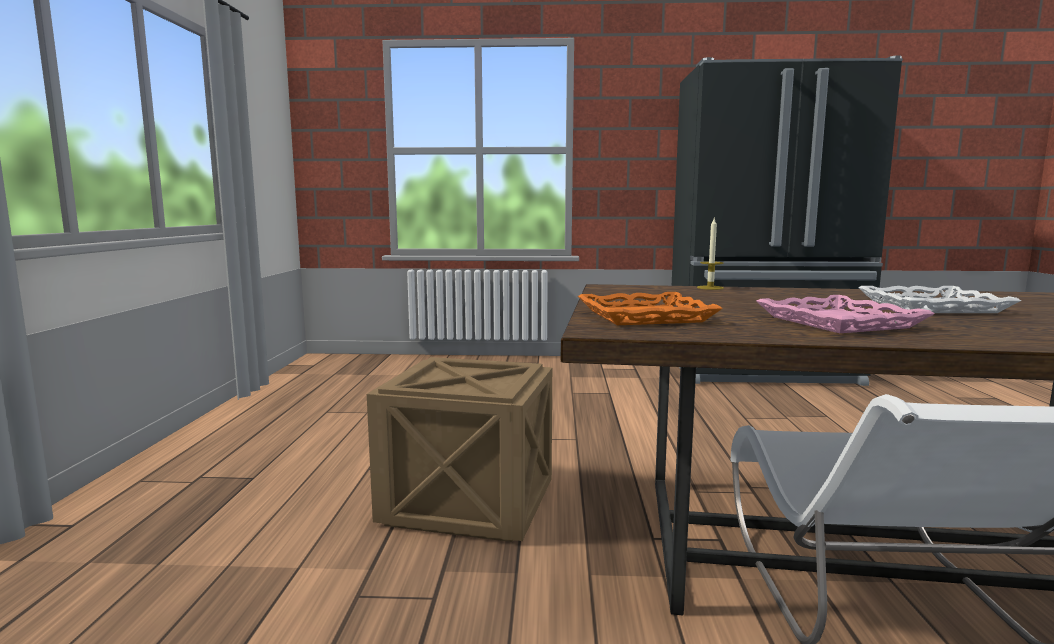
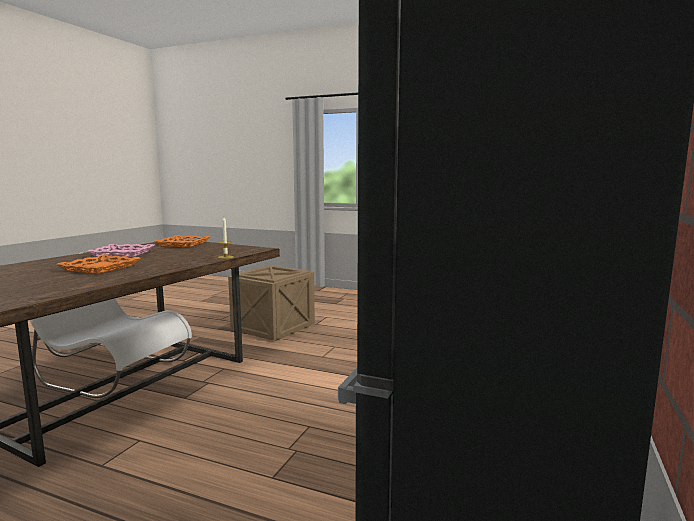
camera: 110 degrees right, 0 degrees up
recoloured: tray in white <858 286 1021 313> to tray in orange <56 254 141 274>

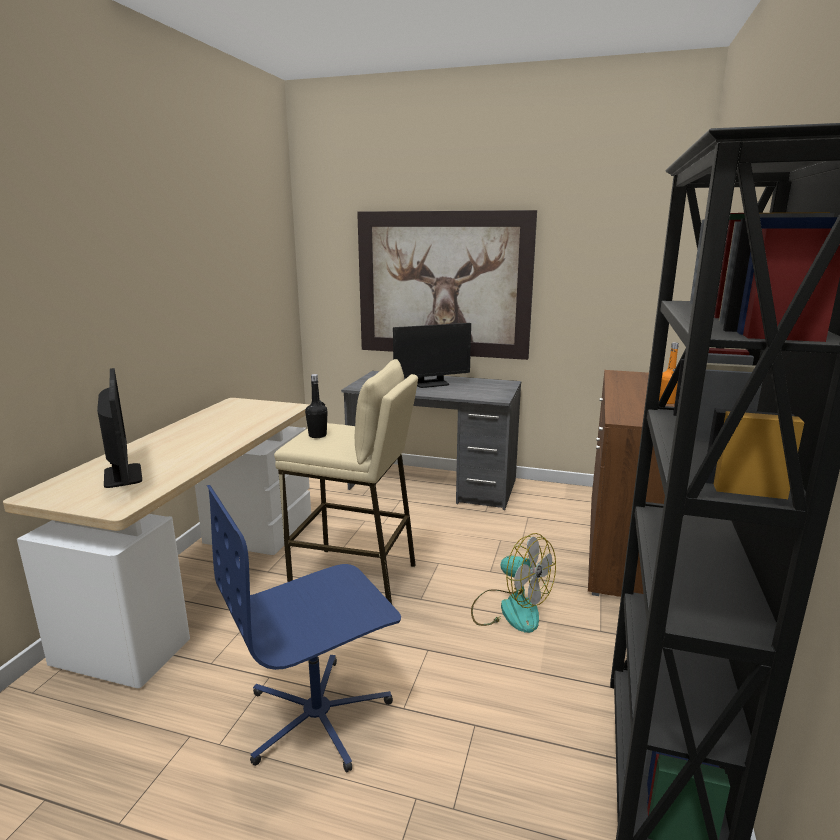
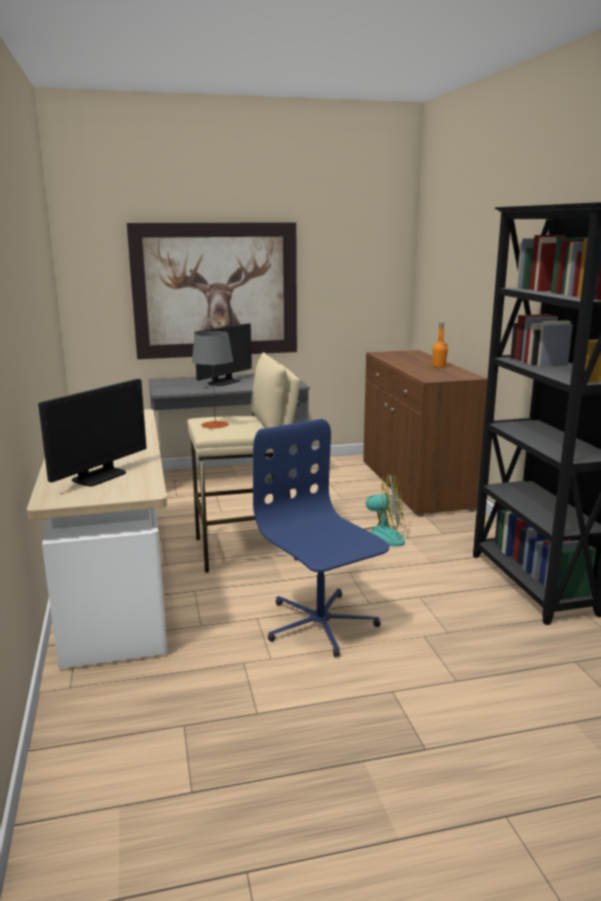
camera: 30 degrees left, 0 degrees up
replaced: bottle in black <305 374 328 438> to table lamp in grey <192 331 233 429>
turned: monitor <97 368 142 488> = <38 379 147 487> 90 degrees clockwise; office chair in blue <207 485 401 772> = <253 419 389 657> 120 degrees clockwise

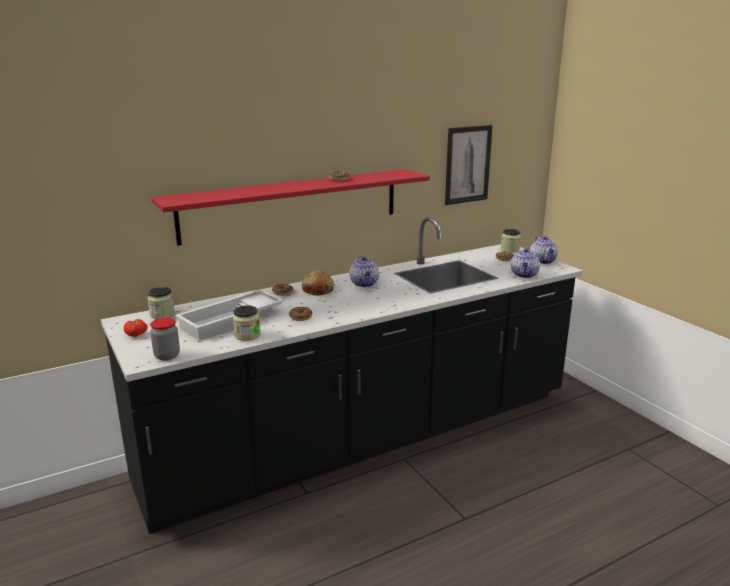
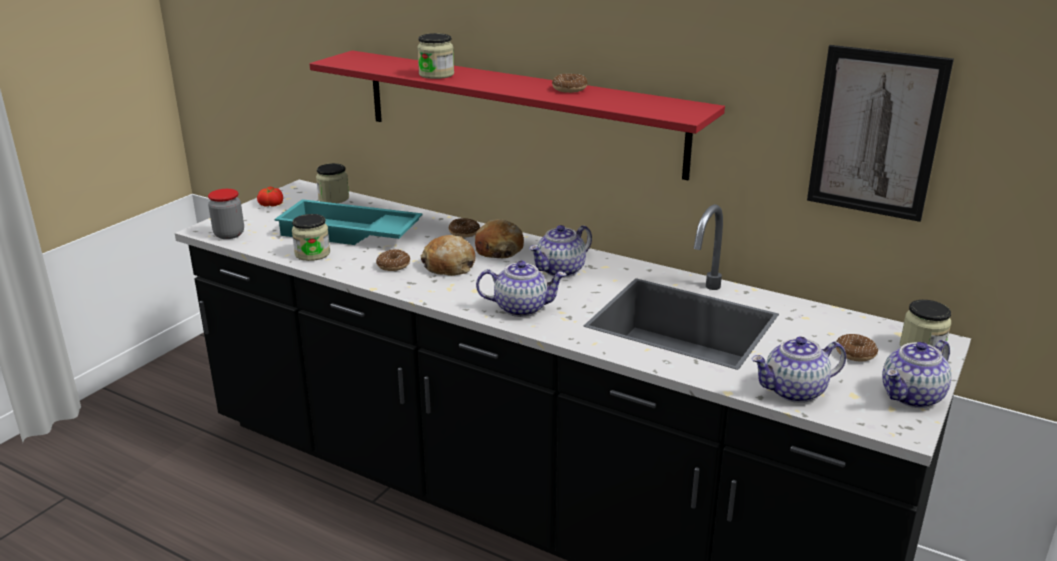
camera: 60 degrees right, 5 degrees up
added: jar <417 33 454 79>; bread <421 235 475 276>; teapot <476 260 567 317>
recoloured: tray in white <175 290 284 340> to tray in turquoise <274 199 423 245>

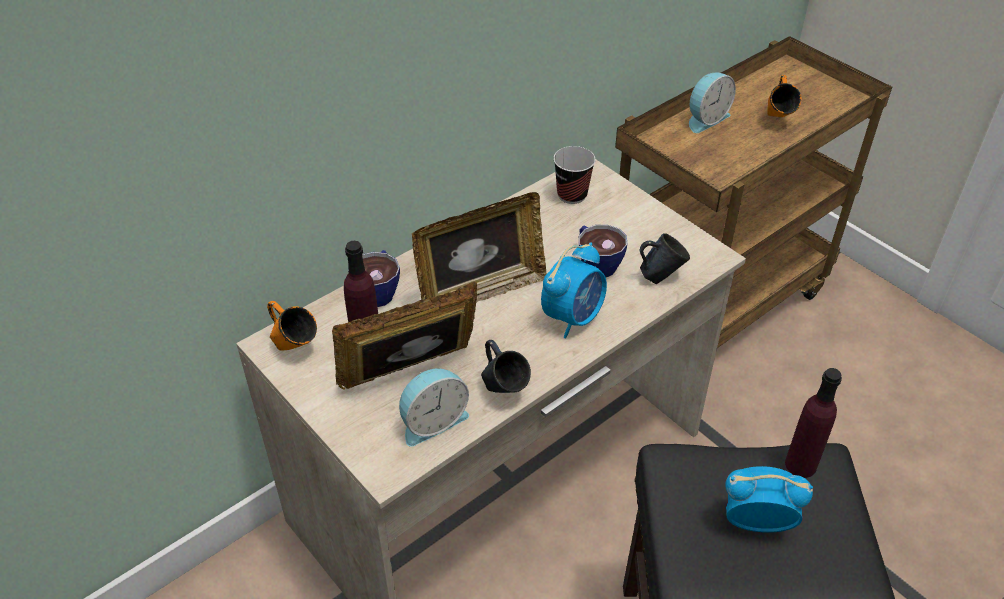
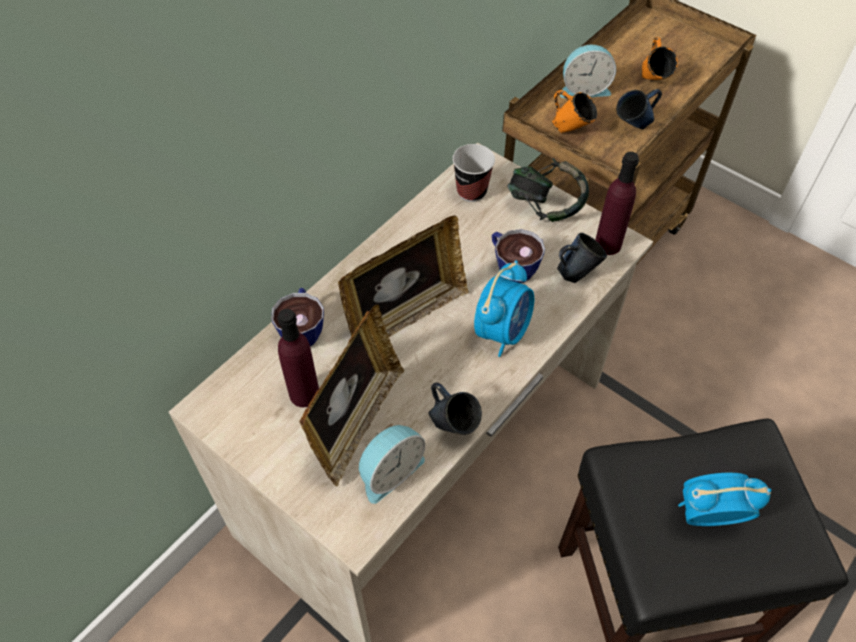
camera: 10 degrees left, 10 degrees up
added: headphones <508 158 589 222>; mug in blue <616 89 662 129>
moved: mug in orange <267 301 317 351> to <552 90 597 133>; bottle in purple <785 368 842 478> to <595 152 639 255>
turned: picture frame <332 281 477 390> = <299 305 404 486> 150 degrees clockwise; alarm clock <689 72 736 133> = <560 45 616 98> 45 degrees clockwise

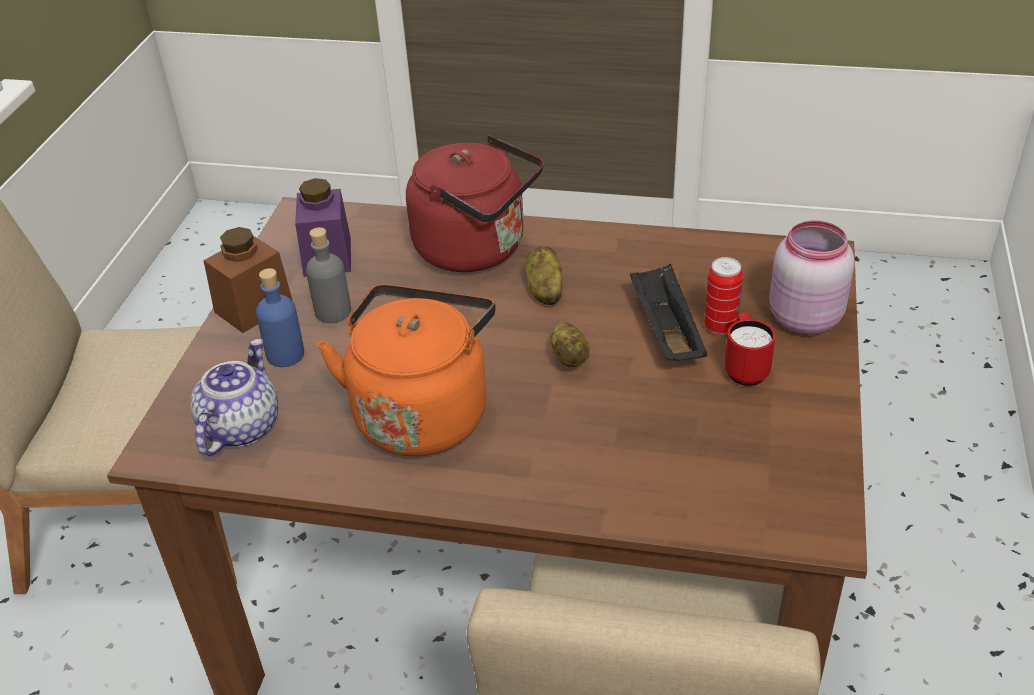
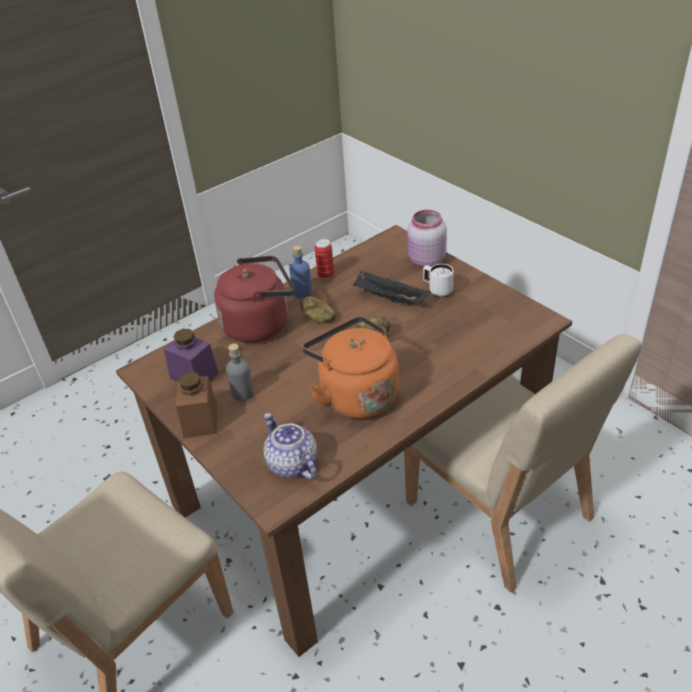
camera: 50 degrees left, 0 degrees up
moved: bottle in blue <256 268 304 367> to <289 246 312 299>; can <704 257 743 335> to <315 239 334 279>
recoloured: mug in red <724 312 776 386> to mug in white <423 264 454 298>

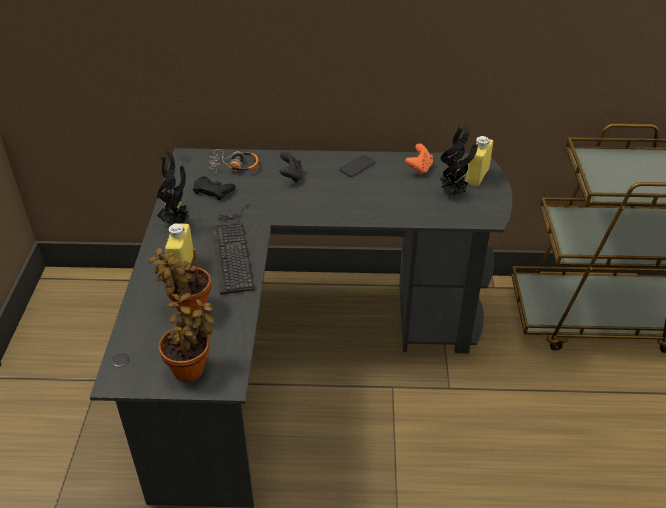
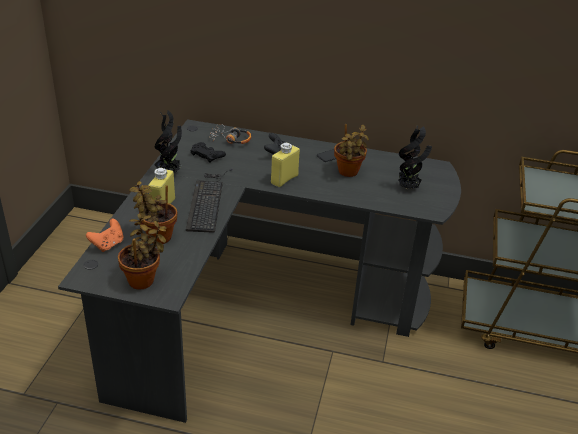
camera: 10 degrees right, 5 degrees down
added: potted plant <334 124 369 177>
moved: game controller in orange <405 144 433 175> to <86 219 124 252>; bottle in yellow <466 136 493 187> to <271 143 300 187>

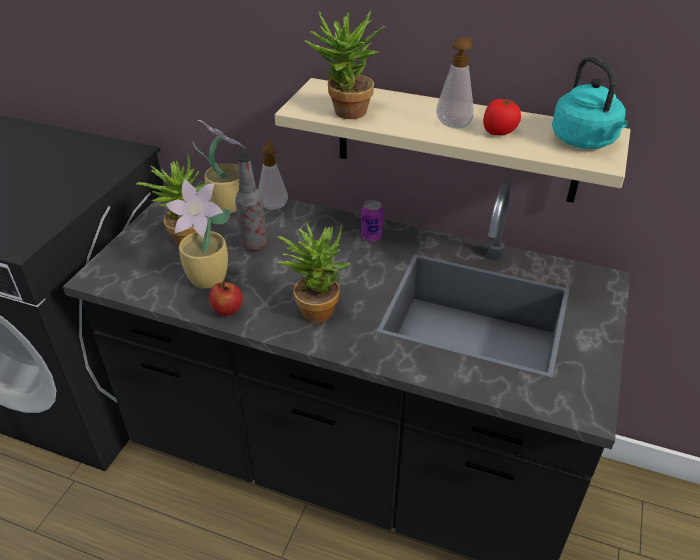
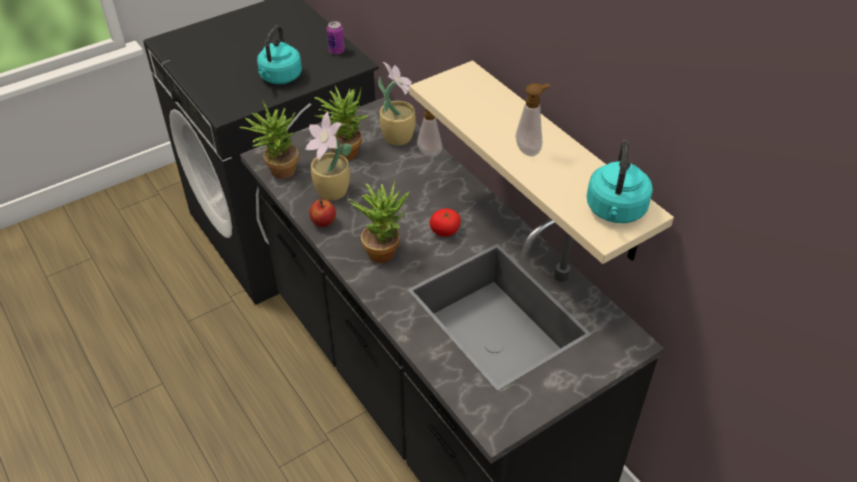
camera: 35 degrees right, 5 degrees up
removed: bottle <235 153 267 251>
added: kettle in turquoise <257 25 302 84>
moved: potted plant <305 11 385 119> to <239 101 299 179>; can <362 200 383 242> to <327 21 345 55>; tomato <483 99 521 136> to <430 209 461 237>

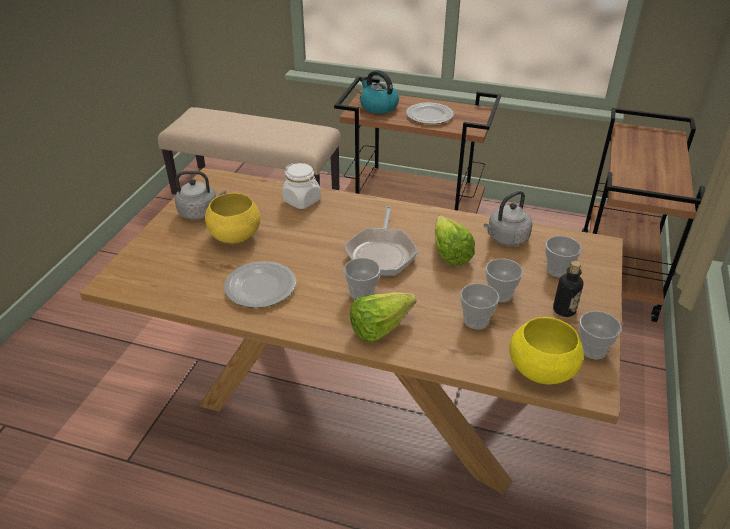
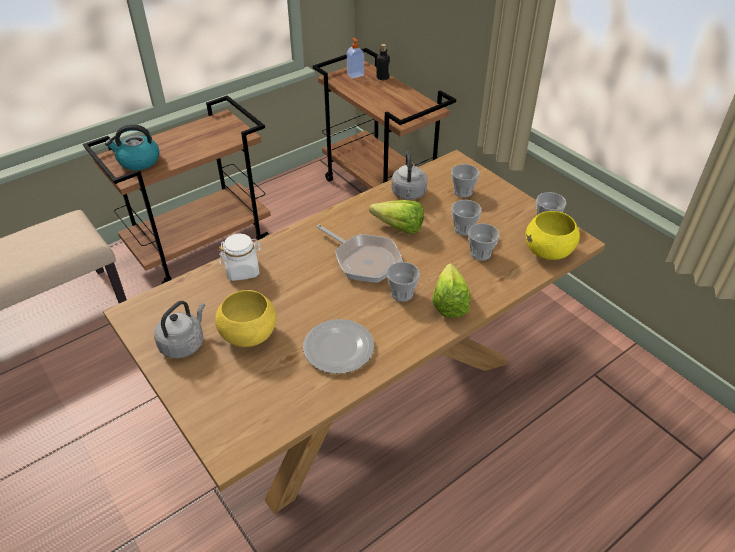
camera: 55 degrees left, 5 degrees up
removed: plate <406 103 454 124>
added: soap dispenser <347 38 364 79>
moved: bottle <553 261 583 317> to <376 44 390 80>

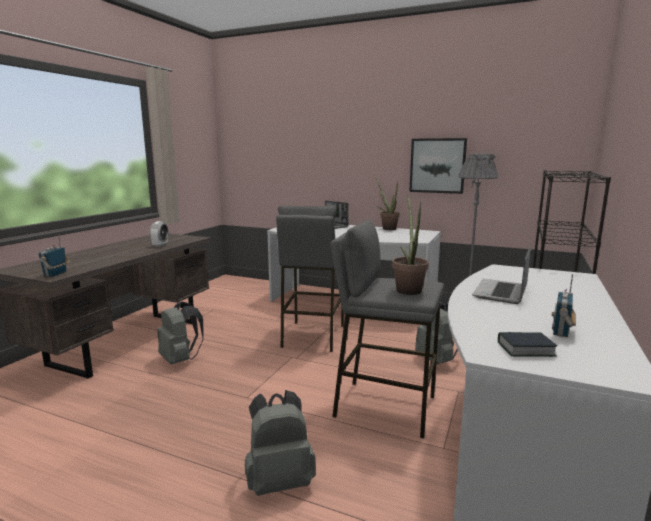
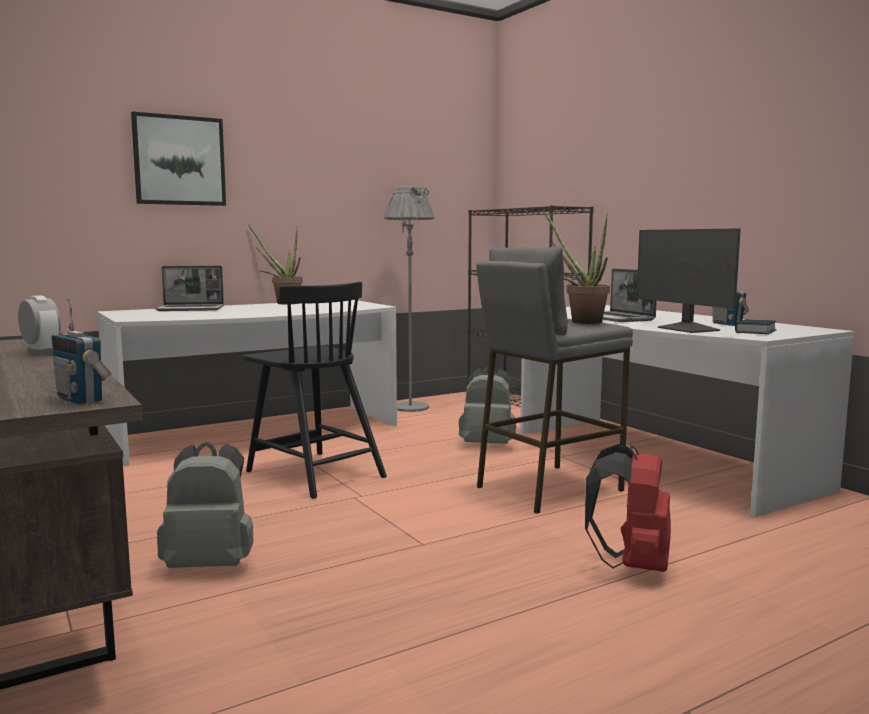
camera: 55 degrees left, 5 degrees down
added: monitor <637 228 741 333>
moved: picture <409 138 467 194> to <131 111 226 206>
replaced: stool in grey <276 205 344 352> to chair in black <244 282 387 498>
recoloured: backpack in grey <245 390 316 496> to backpack in red <585 444 671 572>

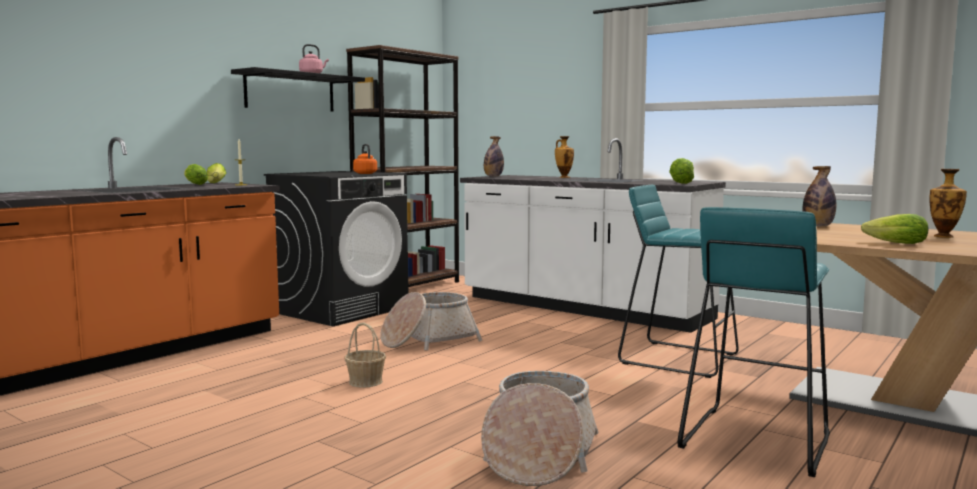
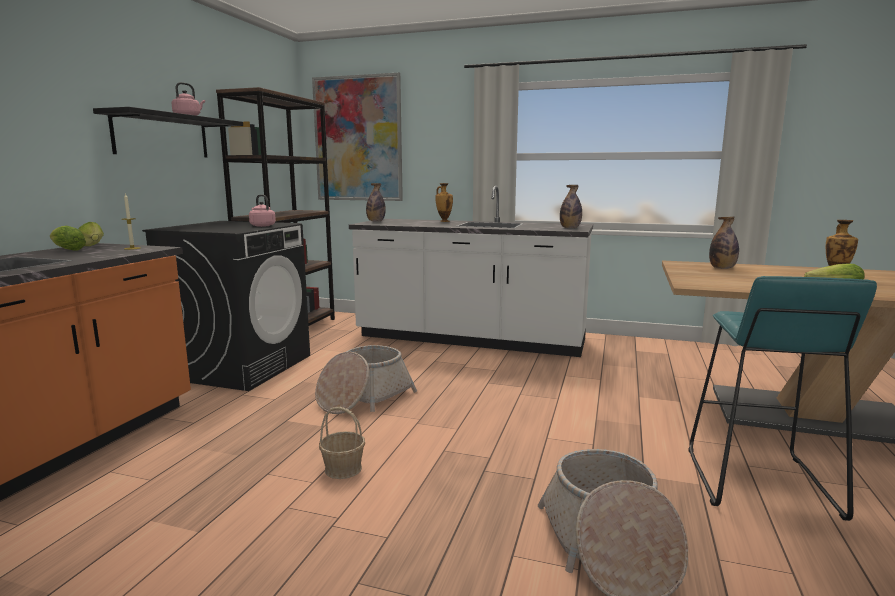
camera: 20 degrees left, 5 degrees up
removed: stool in turquoise <618 185 739 378>
added: picture <312 73 403 201>
replaced: lettuce <669 158 694 184> to bottle <560 185 582 228>
recoloured: kettle in orange <353 144 377 174> to kettle in pink <249 194 276 227>

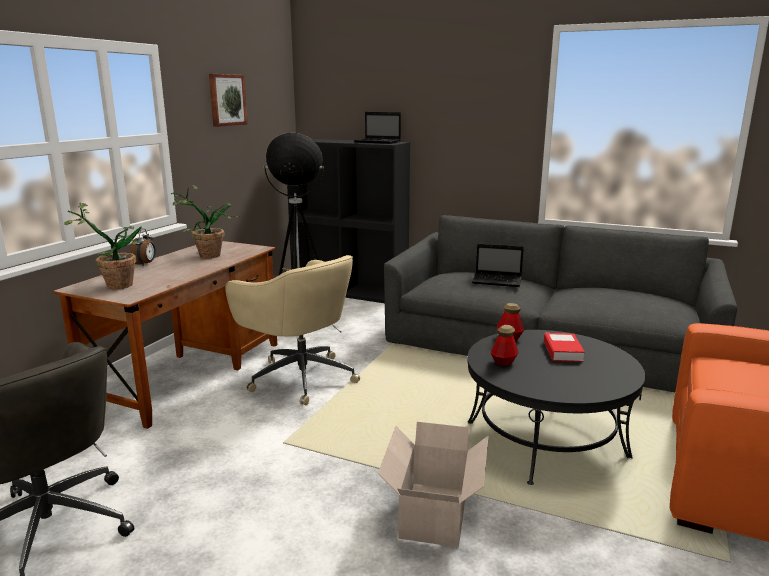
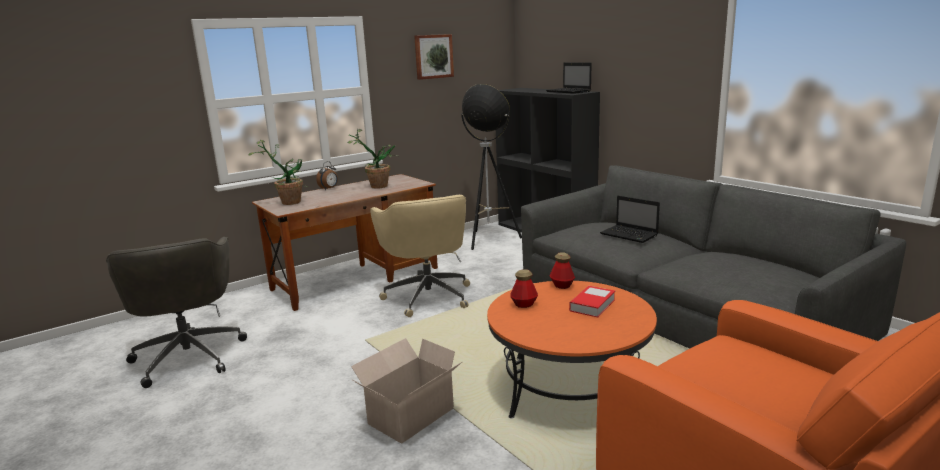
camera: 30 degrees right, 0 degrees up
recoloured: coffee table in black <467 330 645 485> to coffee table in orange <487 281 657 418>

